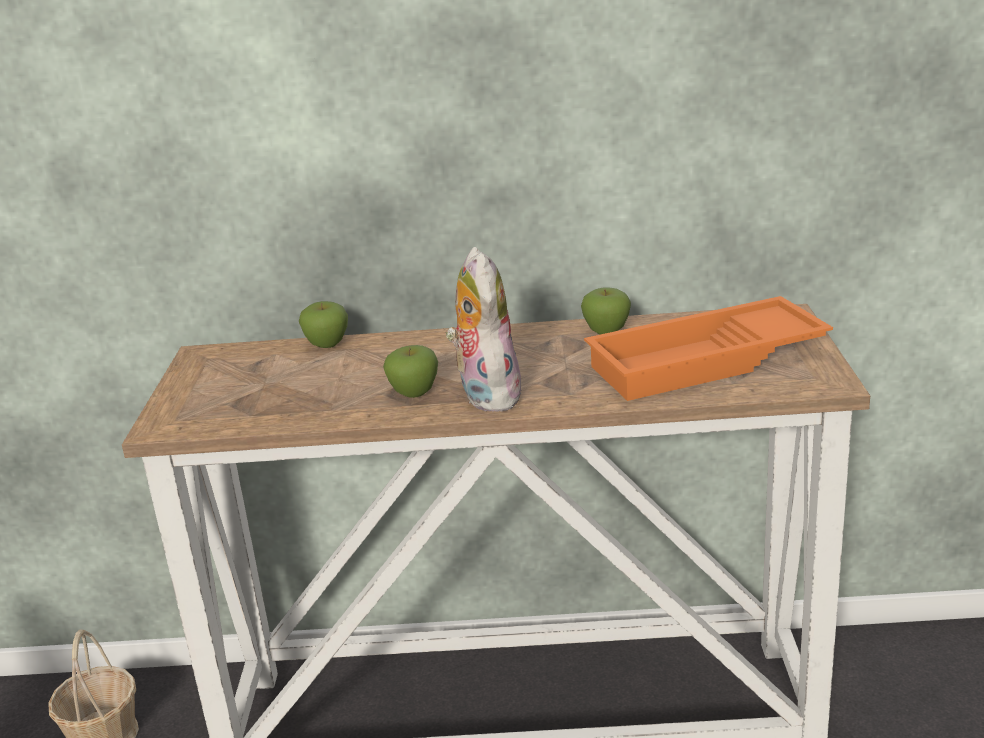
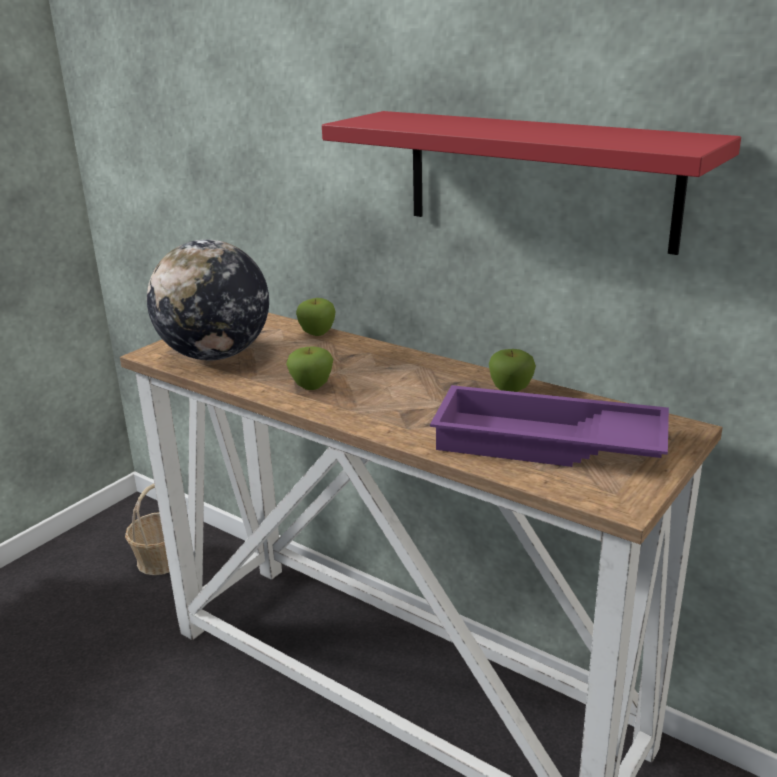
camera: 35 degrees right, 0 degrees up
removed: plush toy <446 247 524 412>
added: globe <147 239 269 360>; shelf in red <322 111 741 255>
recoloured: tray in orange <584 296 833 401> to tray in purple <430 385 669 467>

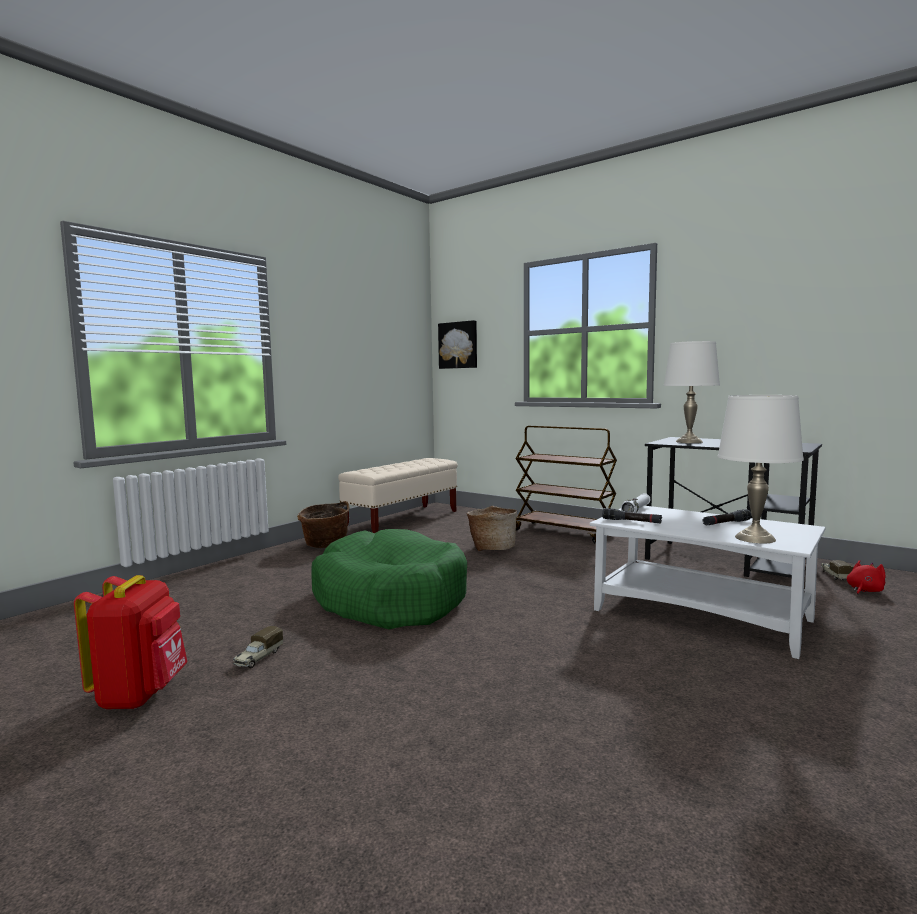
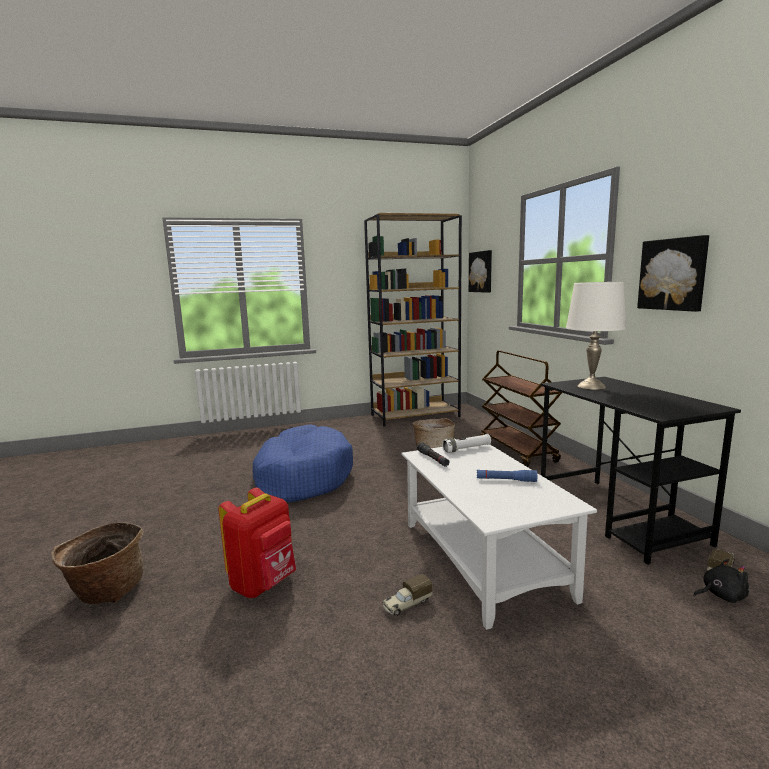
camera: 35 degrees right, 5 degrees up
removed: table lamp in white <718 395 804 543>
added: picture <637 235 709 312>
moved: basket <297 501 350 548> to <51 522 144 604>; backpack in red <74 575 187 709> to <218 487 296 598>; toy truck <233 626 283 668> to <383 574 433 616>
replaced: bench in beige <338 458 458 533> to bookcase in brown <364 213 462 427>
recoloured: dog bed in green <311 529 467 629> to dog bed in blue <253 424 353 502>; flashlight in black <702 509 752 525> to flashlight in blue <477 470 537 482>; plush toy in red <847 560 885 595> to plush toy in black <693 559 749 603>

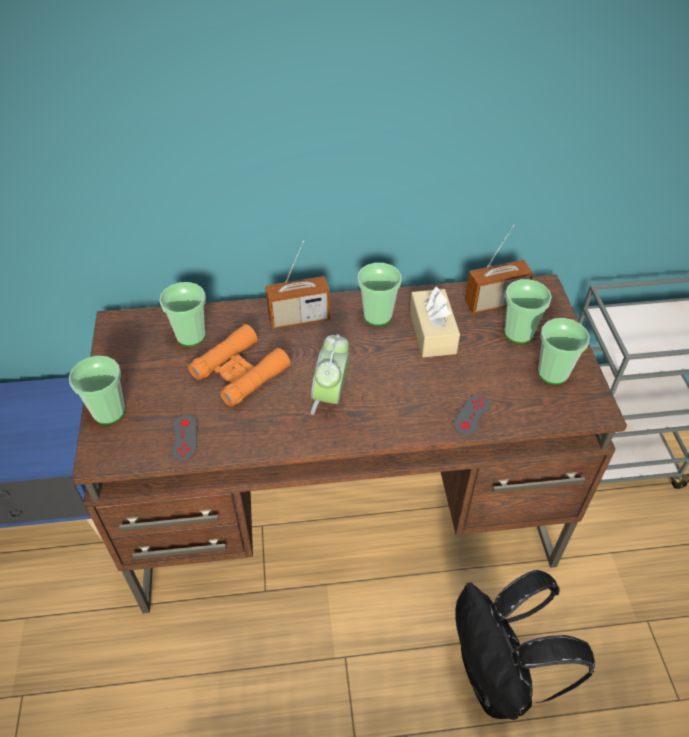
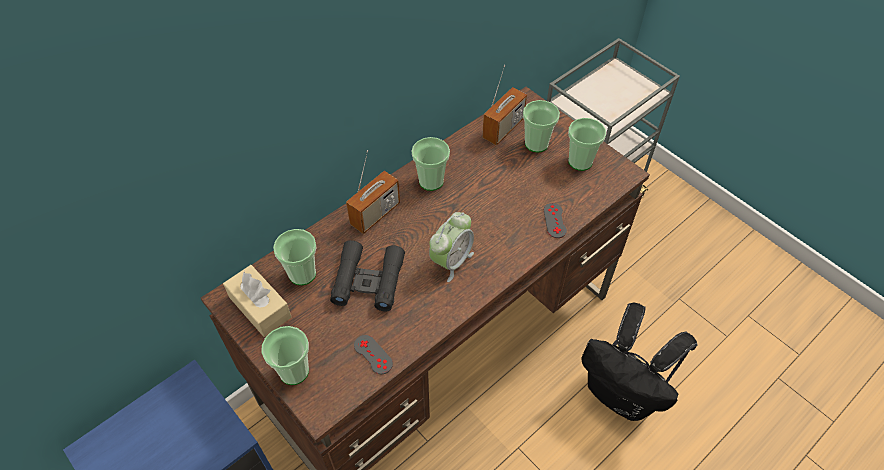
camera: 35 degrees left, 5 degrees up
moved: tissue box in beige <410 286 460 357> to <223 265 291 337>
recoloured: binoculars in orange <188 324 291 407> to binoculars in black <330 240 405 311>
turned: alarm clock <311 334 349 415> = <429 212 474 282> 120 degrees counterclockwise

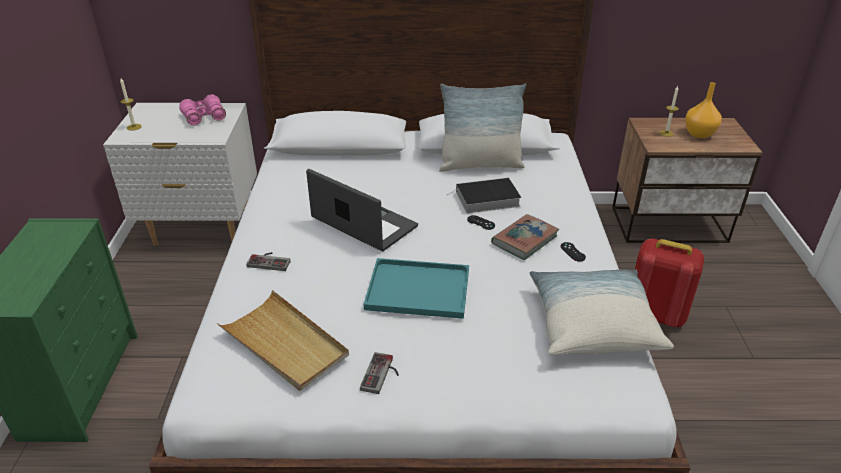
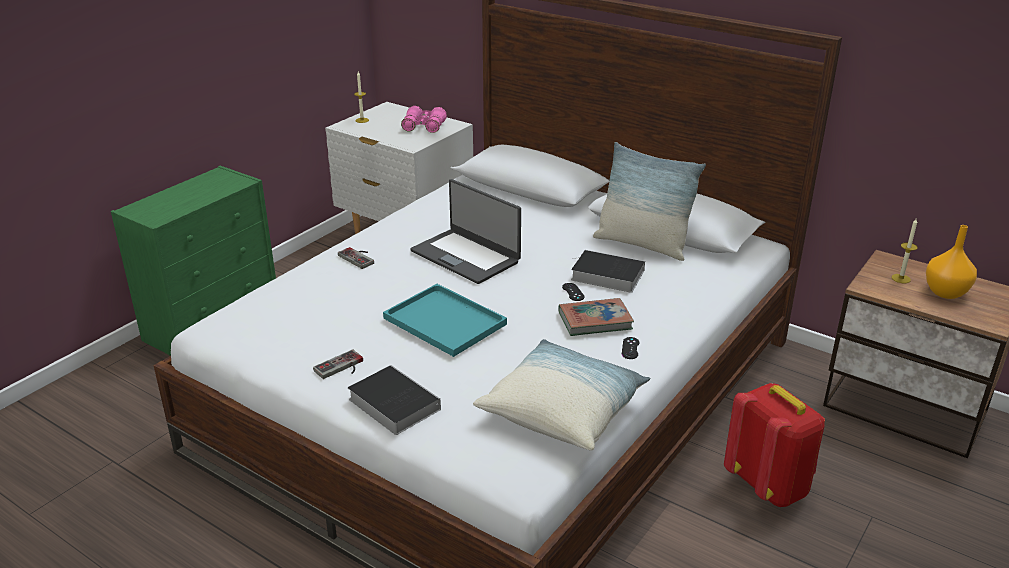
camera: 35 degrees right, 5 degrees down
removed: tray in beige <217 290 349 391>
added: book <348 365 441 435>
turned: laptop <306 169 418 251> = <410 179 521 284> 150 degrees clockwise

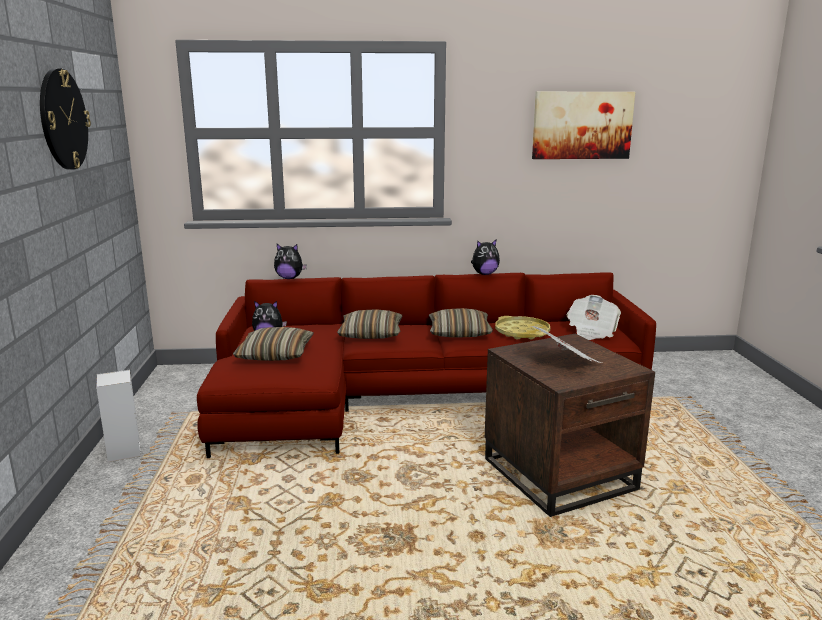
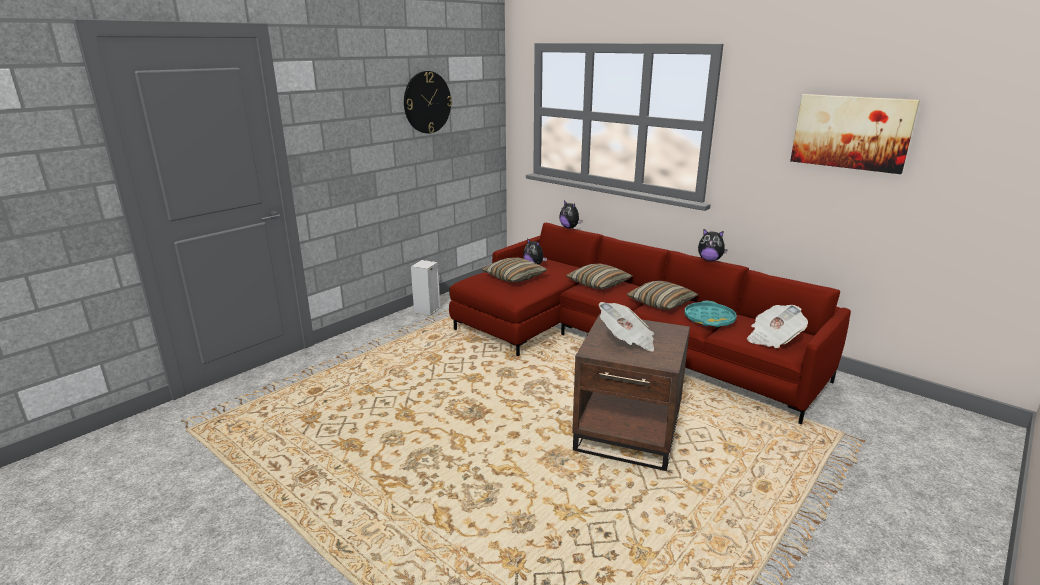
camera: 45 degrees right, 5 degrees up
recoloured: tray in yellow <495 316 550 340> to tray in turquoise <685 301 737 327>

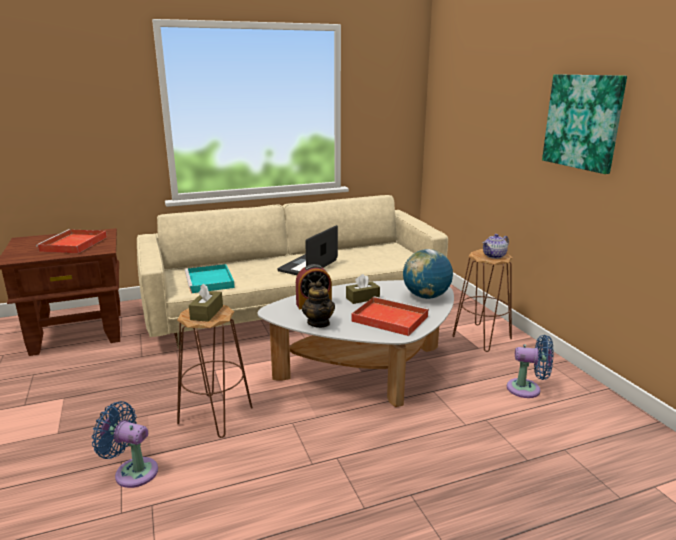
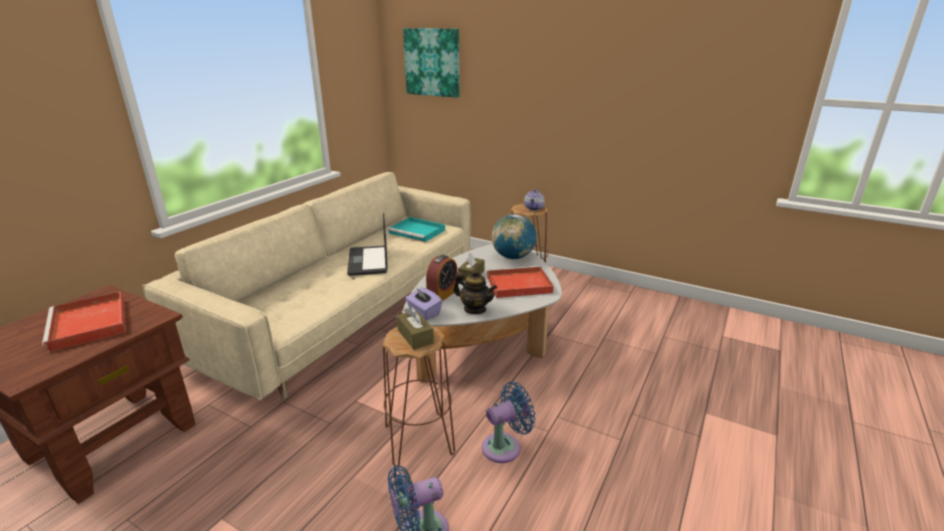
camera: 40 degrees left, 5 degrees up
added: tissue box in purple <405 287 442 320>
moved: tray in turquoise <185 264 235 293> to <388 217 445 242>; picture <542 74 627 174> to <403 28 459 98>; fan in blue <507 335 553 398> to <482 382 535 463>

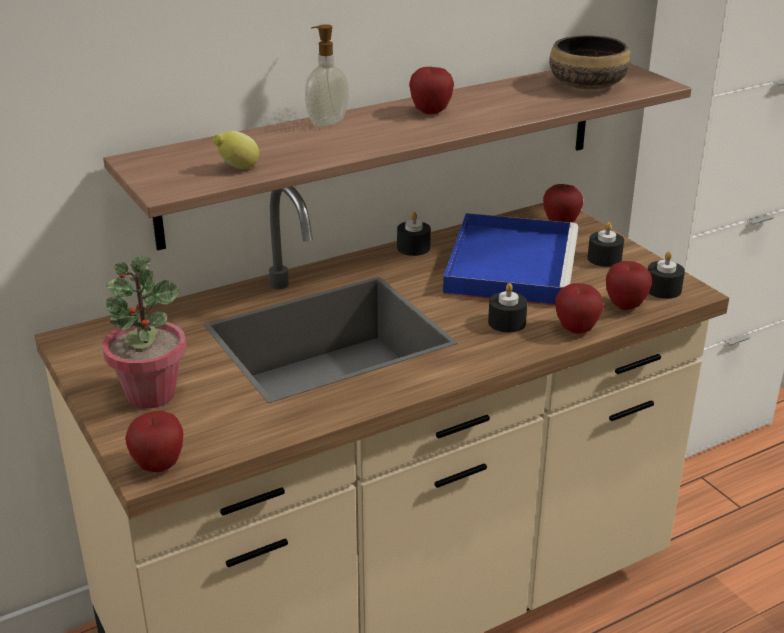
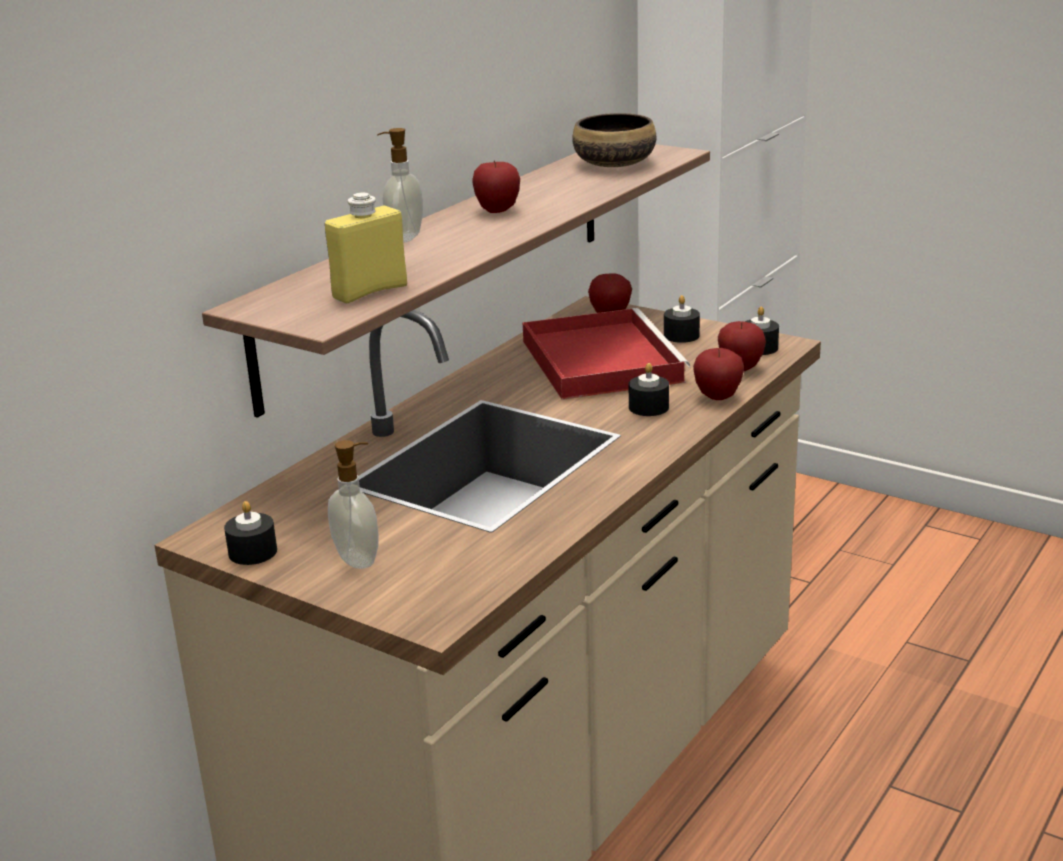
camera: 25 degrees left, 5 degrees down
removed: apple <125 411 183 472>
moved: candle in black <397 212 431 256> to <224 501 277 565>
replaced: lemon <213 131 259 169> to bottle in yellow <325 193 407 303>; potted plant <102 256 186 408> to soap dispenser <328 440 379 569>
recoloured: tray in blue <443 213 578 306> to tray in red <523 308 690 400>

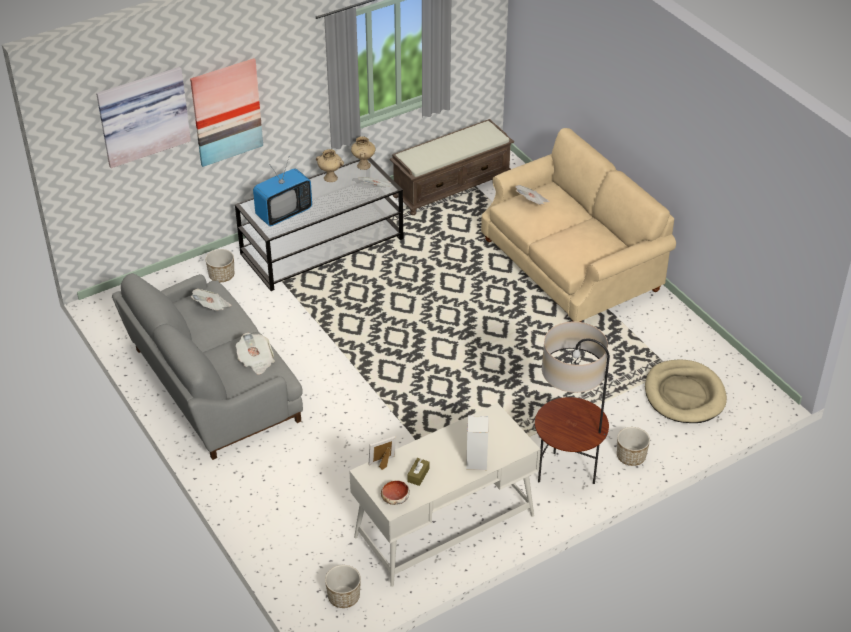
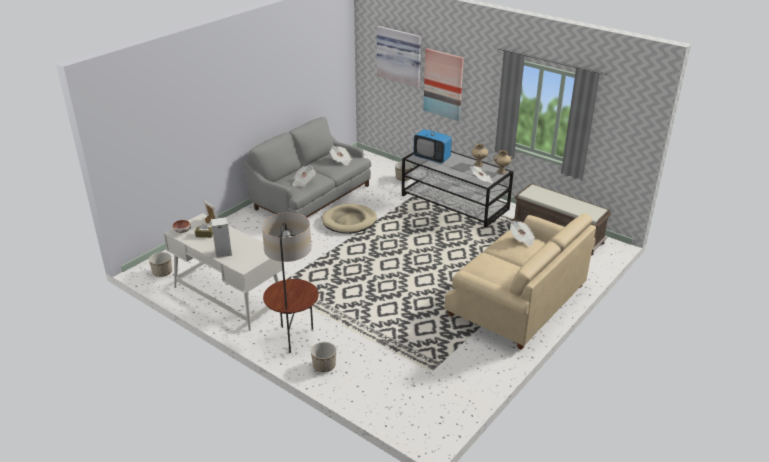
camera: 70 degrees right, 10 degrees down
moved: dog bed in beige <645 360 727 423> to <322 203 377 234>

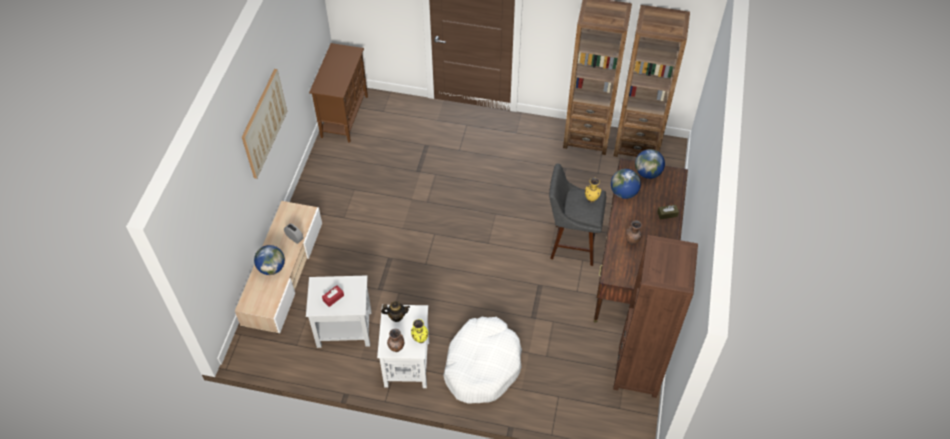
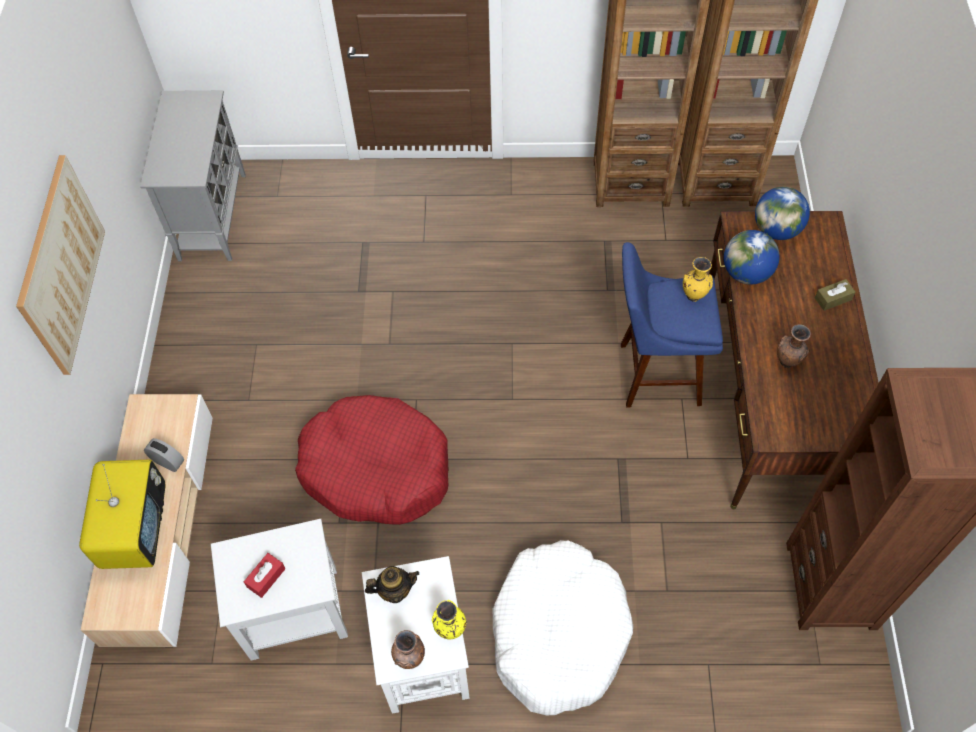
camera: 10 degrees left, 5 degrees up
added: dog bed in red <295 395 448 525>
replaced: globe <254 245 285 275> to television <79 460 165 569>
recoloured: cabinet in brown <309 43 368 143> to cabinet in grey <140 90 246 261>; stool in grey <549 163 606 266> to stool in blue <621 242 723 407>

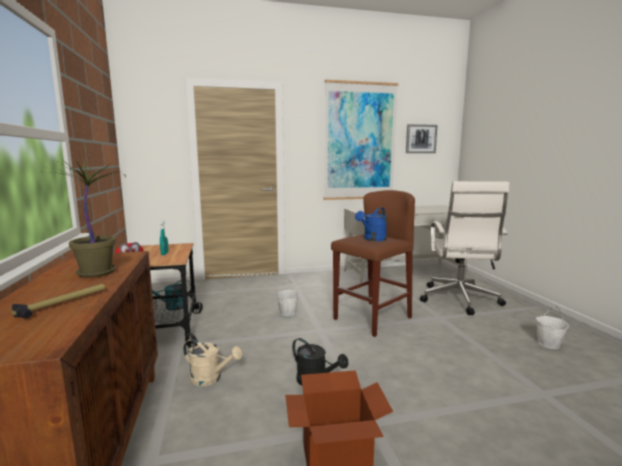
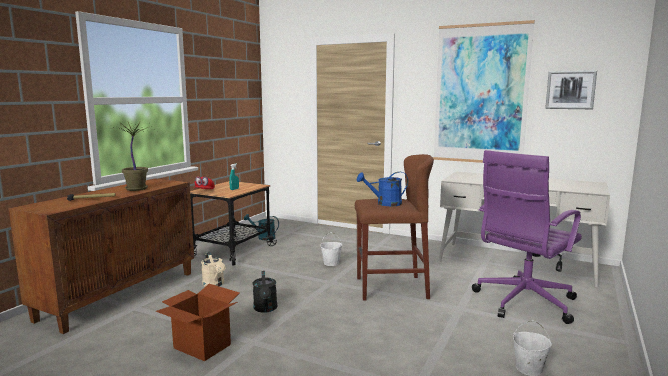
camera: 40 degrees right, 0 degrees up
recoloured: office chair in white <420 181 509 315> to office chair in purple <472 150 582 324>

